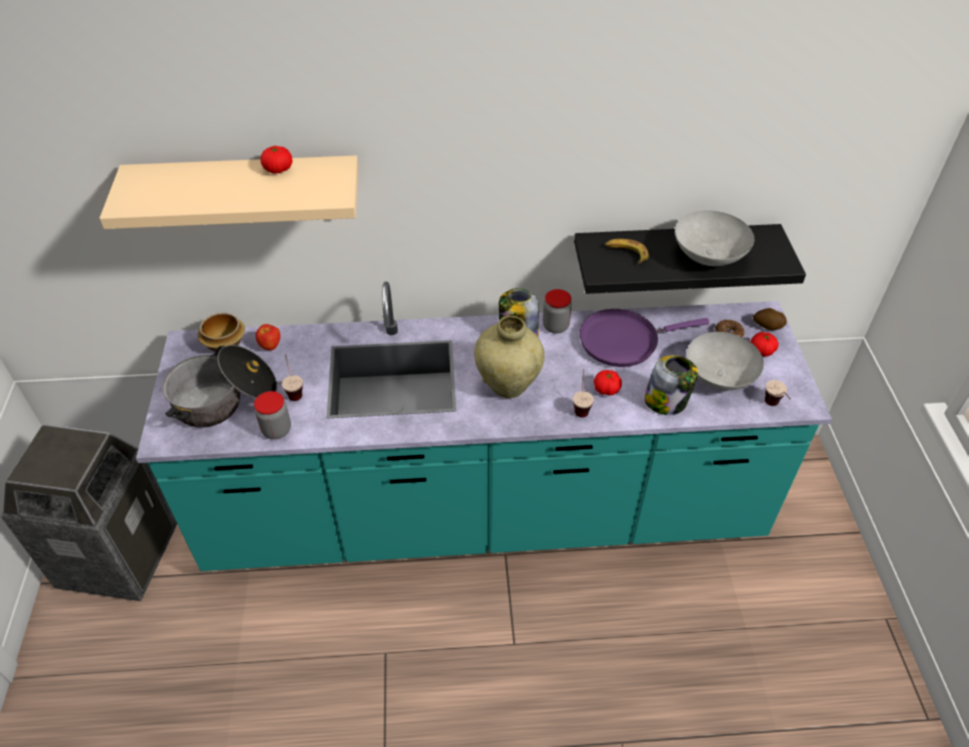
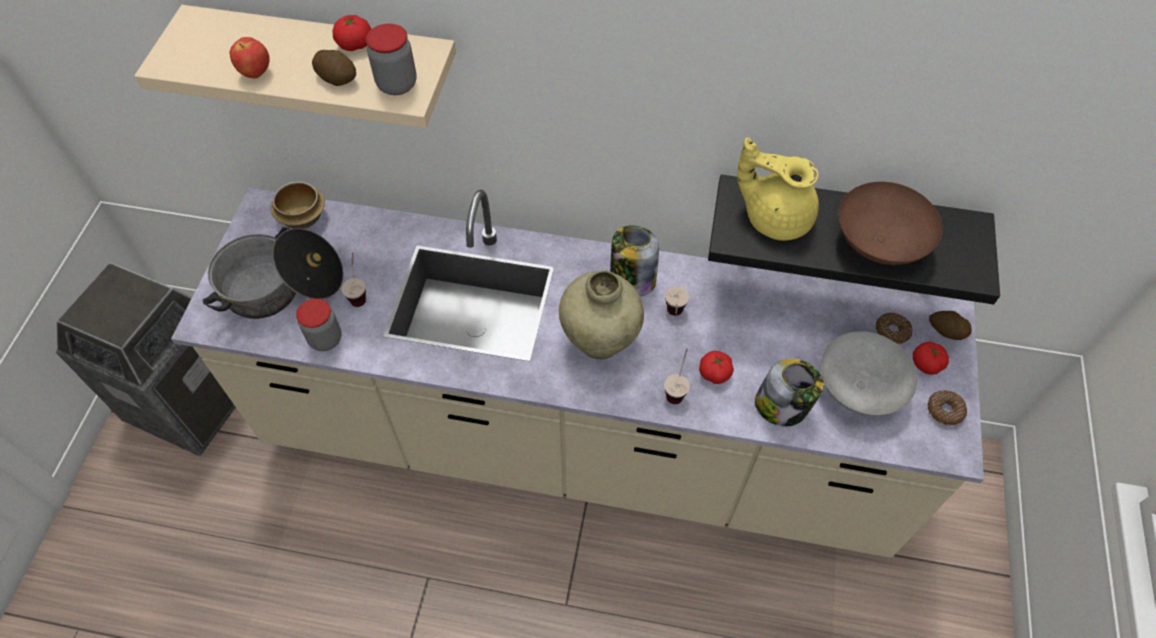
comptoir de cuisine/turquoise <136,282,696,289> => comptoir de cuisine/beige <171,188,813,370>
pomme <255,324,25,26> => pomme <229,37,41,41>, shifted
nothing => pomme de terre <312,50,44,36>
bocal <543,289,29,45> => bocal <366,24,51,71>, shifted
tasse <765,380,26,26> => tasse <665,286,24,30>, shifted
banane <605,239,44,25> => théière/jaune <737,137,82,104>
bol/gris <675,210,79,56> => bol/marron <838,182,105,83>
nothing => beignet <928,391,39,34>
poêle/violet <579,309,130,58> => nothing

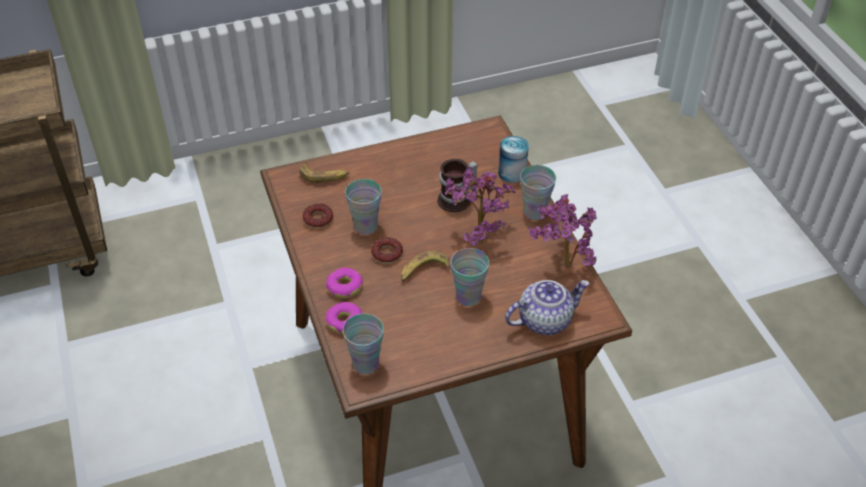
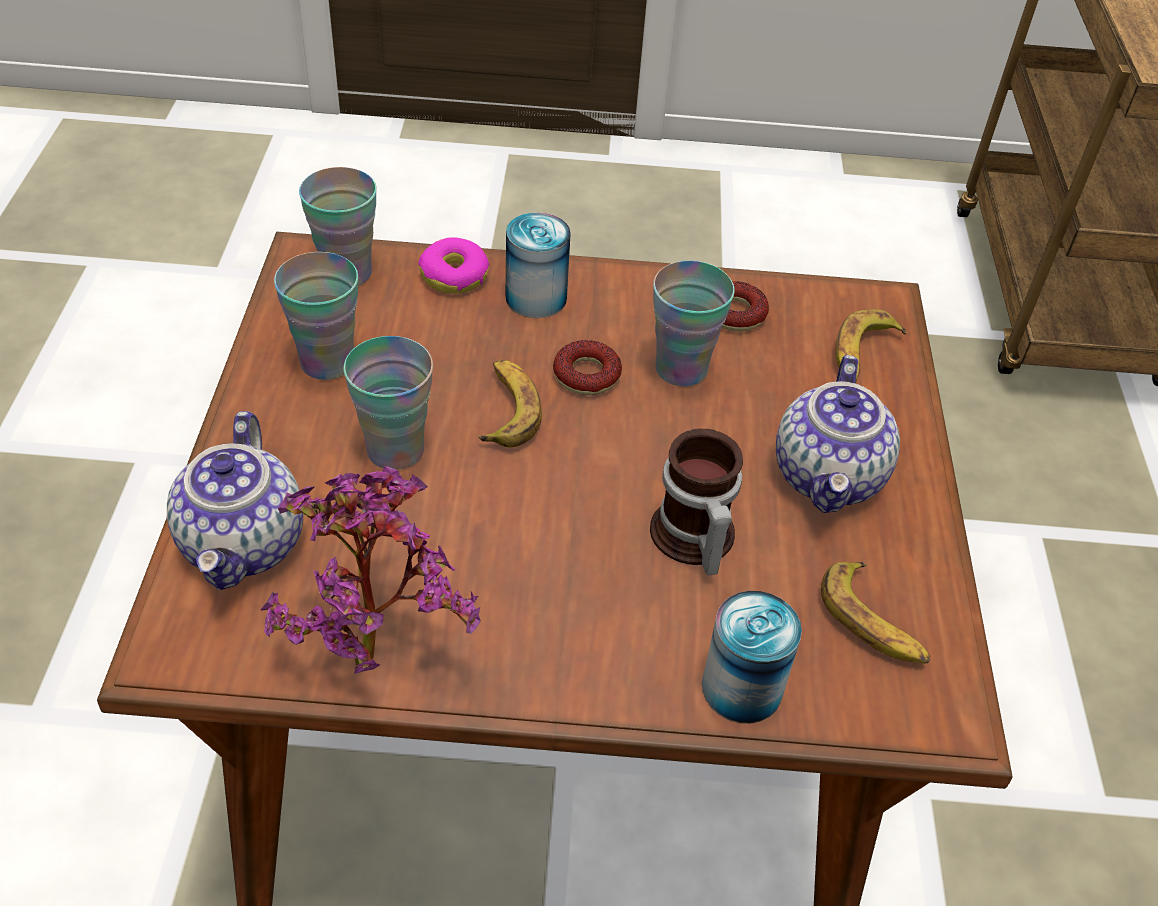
tasse <520,165,36,55> => tasse <274,252,84,128>, shifted
beignet <326,268,37,30> => boîte métallique <506,212,65,106>
nothing => théière <776,355,124,158>
nothing => banane <821,562,109,101>
plante en pot <445,166,71,80> => nothing

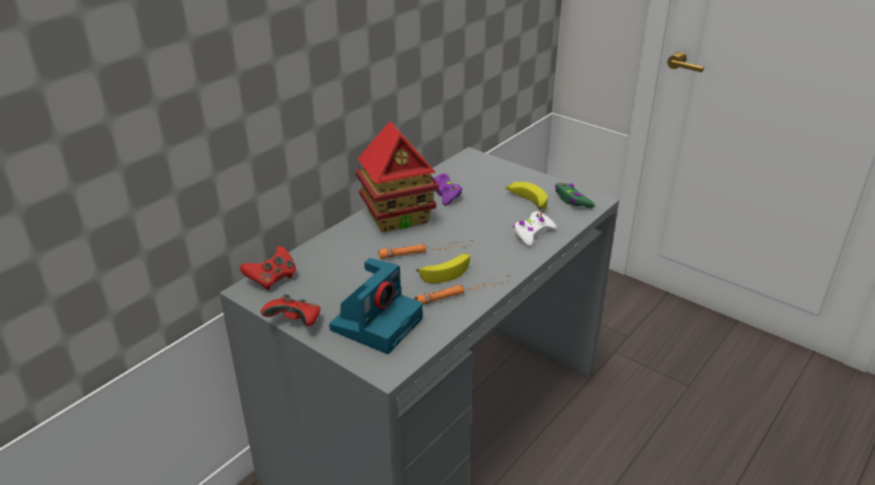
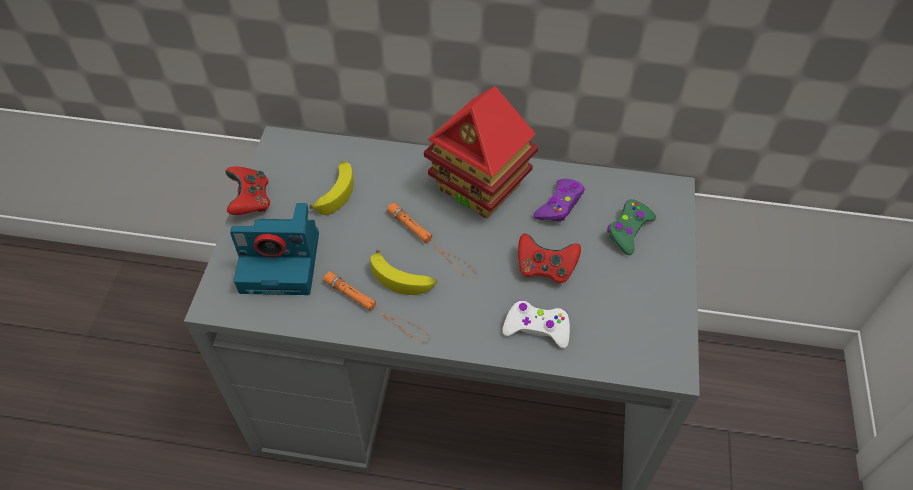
banane <506,182,42,27> => banane <309,161,45,54>, shifted
manette/rouge <240,246,56,44> => manette/rouge <518,233,63,51>, shifted
manette/vert <555,183,40,25> => manette/vert <607,199,49,56>, shifted

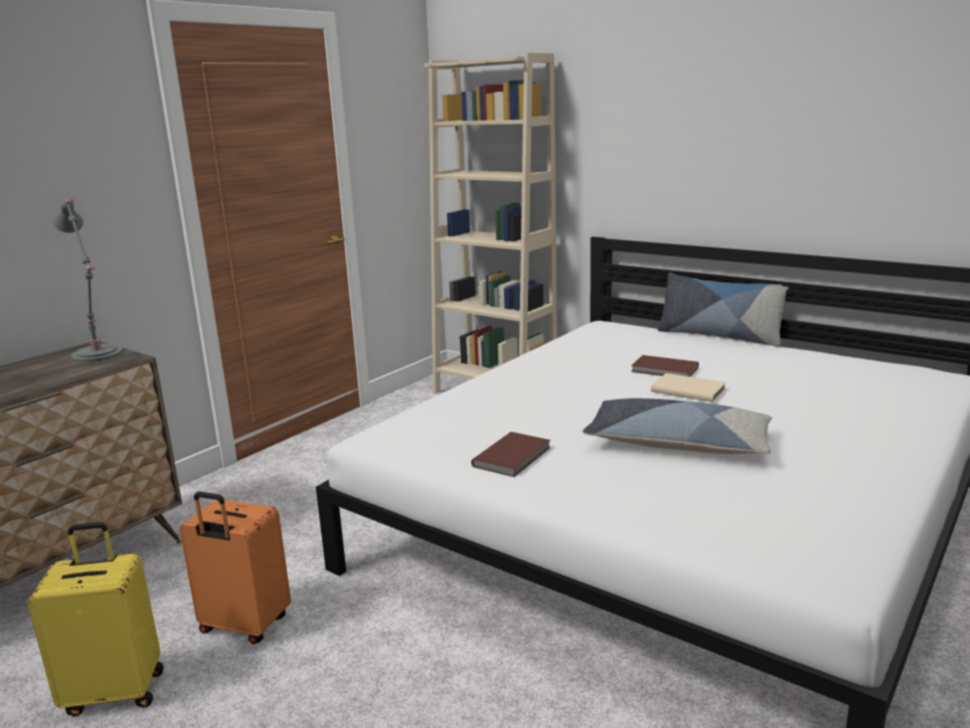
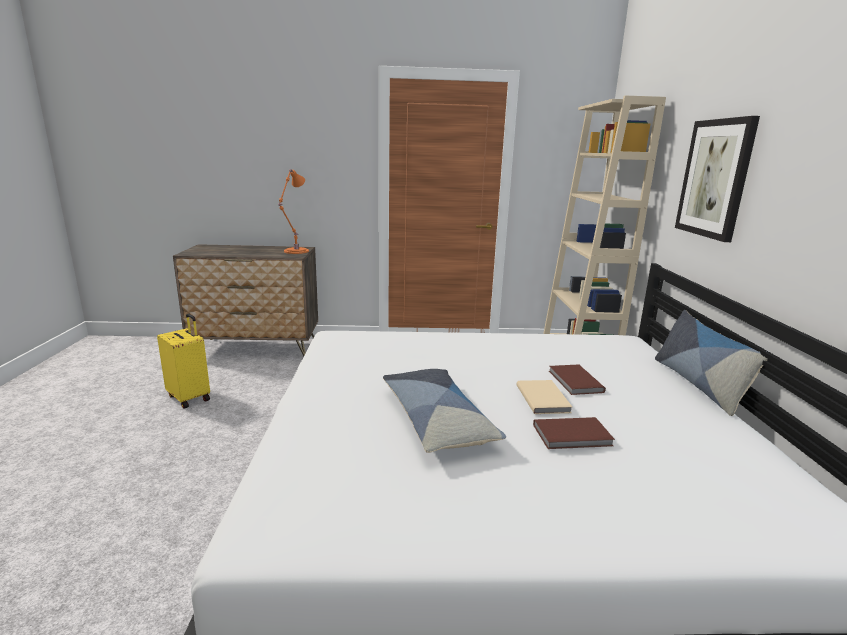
lampe de table/gris <52,199,71,163> => lampe de table/orange <278,169,31,85>
livre/marron <471,432,80,45> => livre/marron <533,417,82,32>, shifted
nothing => tableau <675,116,85,126>
valise/orange <179,492,112,152> => nothing

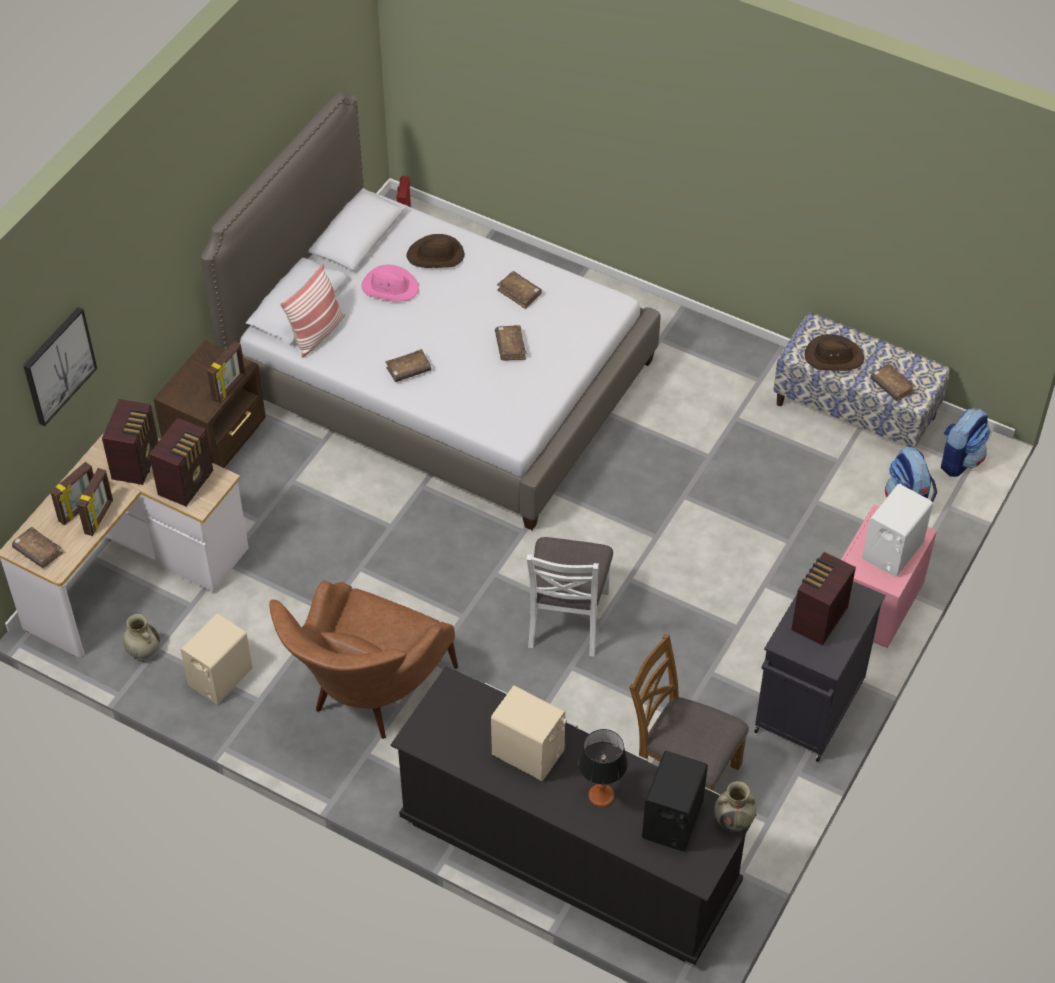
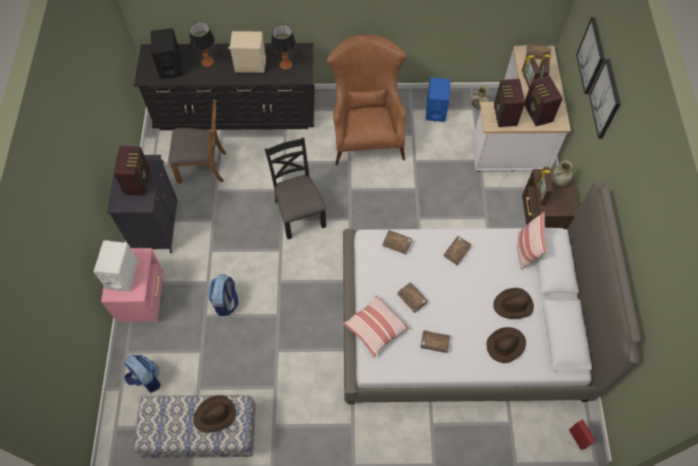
sac à dos <941,408,49,69> => sac à dos <208,274,30,42>, shifted
chaise/blanc <527,537,86,119> => chaise/noir <265,137,61,102>
nothing => lampe de table <271,24,25,46>
nothing => coussin <343,296,66,62>
livre/marron <870,363,46,38> => livre/marron <382,230,30,25>, shifted
enceinte/beige <180,613,73,92> => enceinte/bleu <426,77,24,45>
chapeau/rose <361,265,58,36> => chapeau/marron <493,288,41,31>
vase/beige <714,781,42,50> => vase/beige <551,160,22,26>, shifted
nothing => tableau <589,59,32,80>

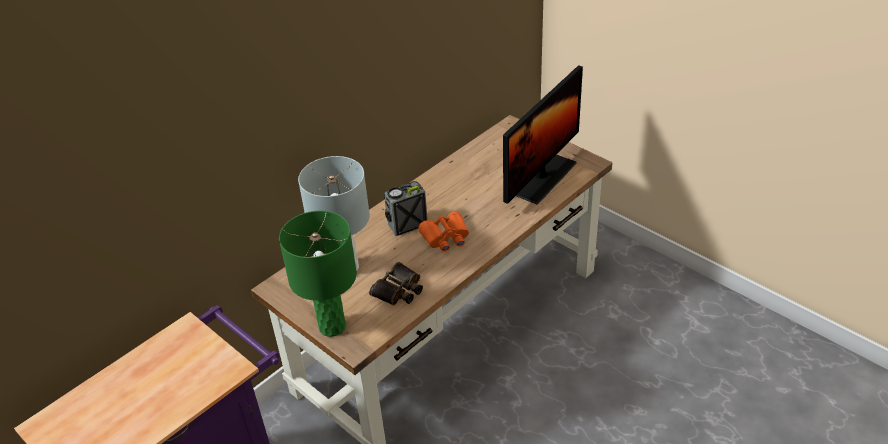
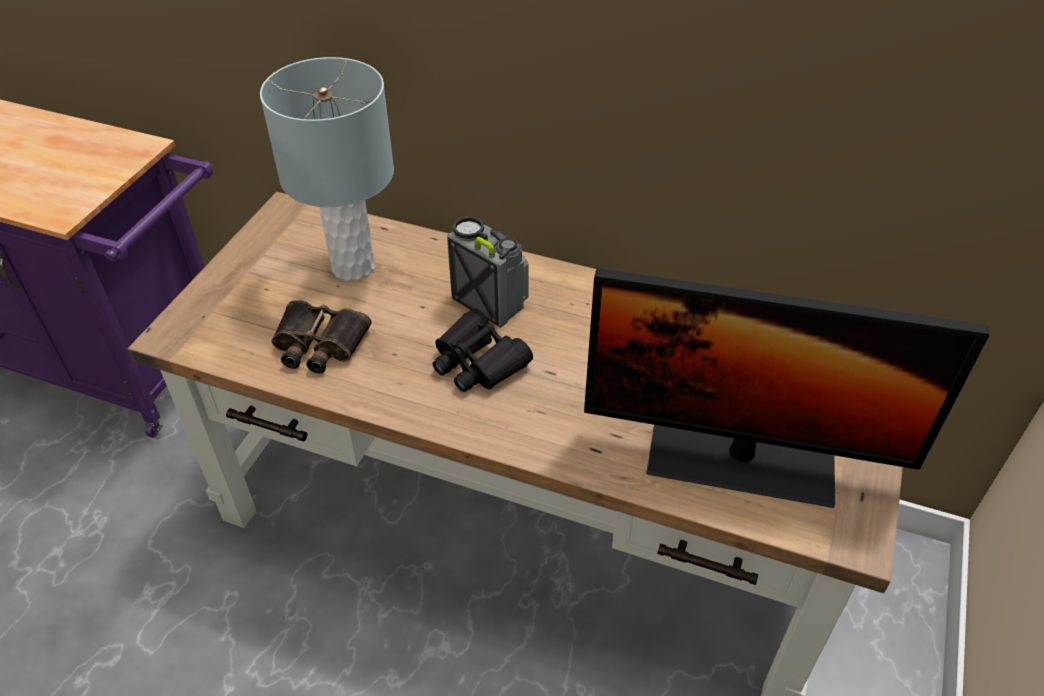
jumelles/orange <418,211,51,41> => jumelles/noir <433,309,100,83>
lampe de table/vert <279,211,78,126> => nothing

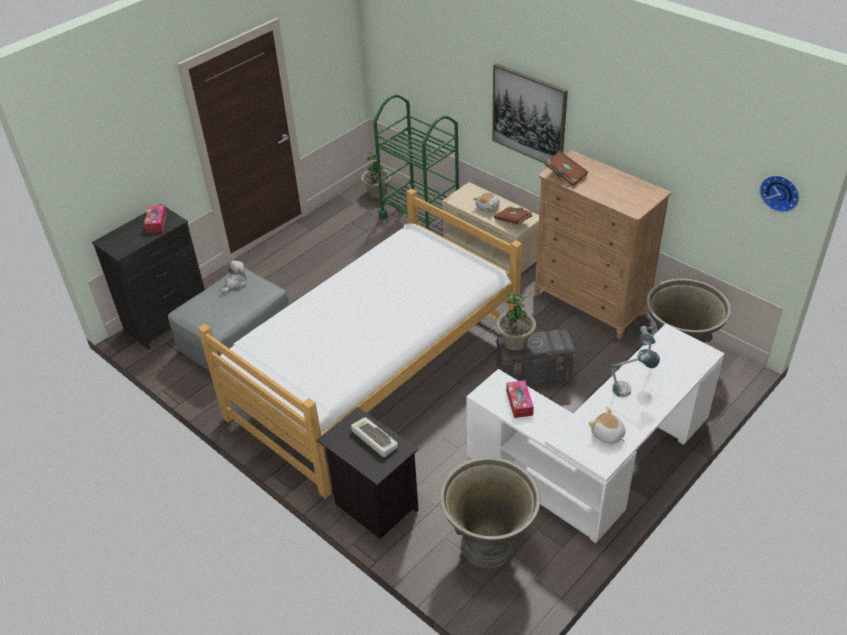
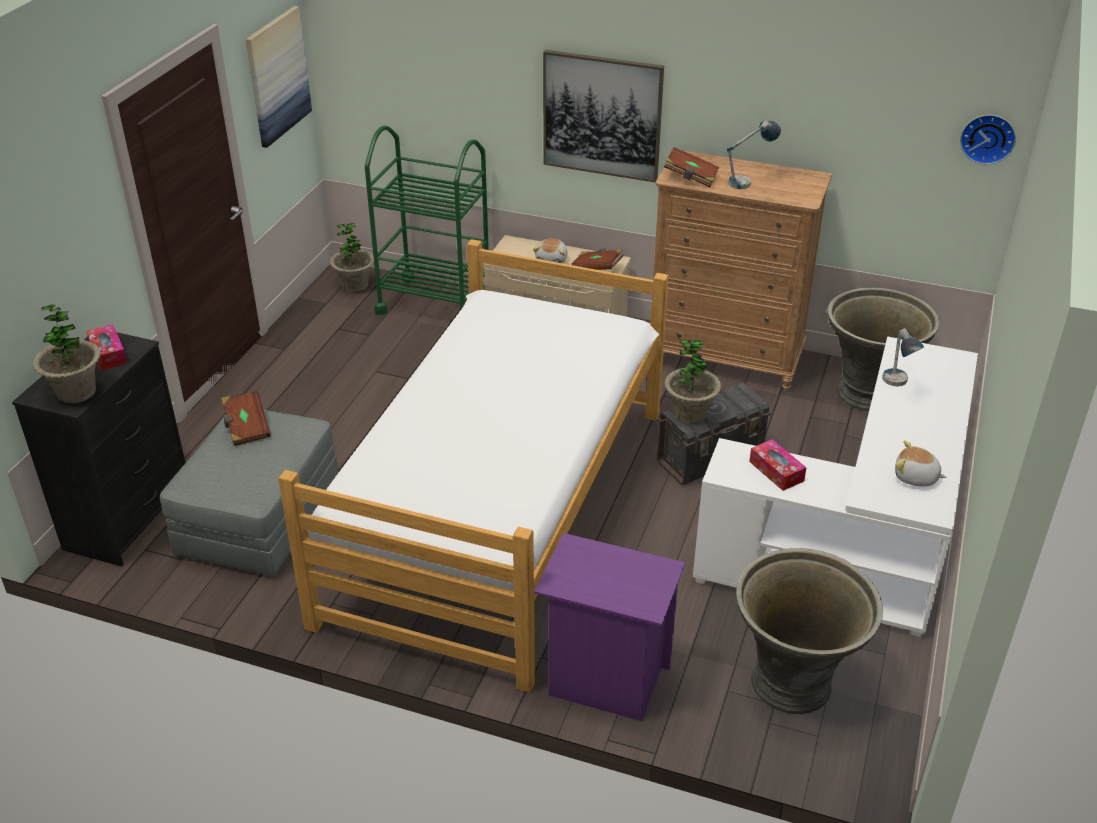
nothing => plante en pot <33,304,68,99>
peluche <221,260,26,34> => livre/marron <221,391,50,55>
nothing => tableau <246,6,66,142>
table de chevet/noir <317,407,102,132> => table de chevet/violet <534,533,151,188>
lampe de table <610,351,50,46> => lampe de table <727,120,54,69>, shifted
clavier <351,417,47,40> => nothing

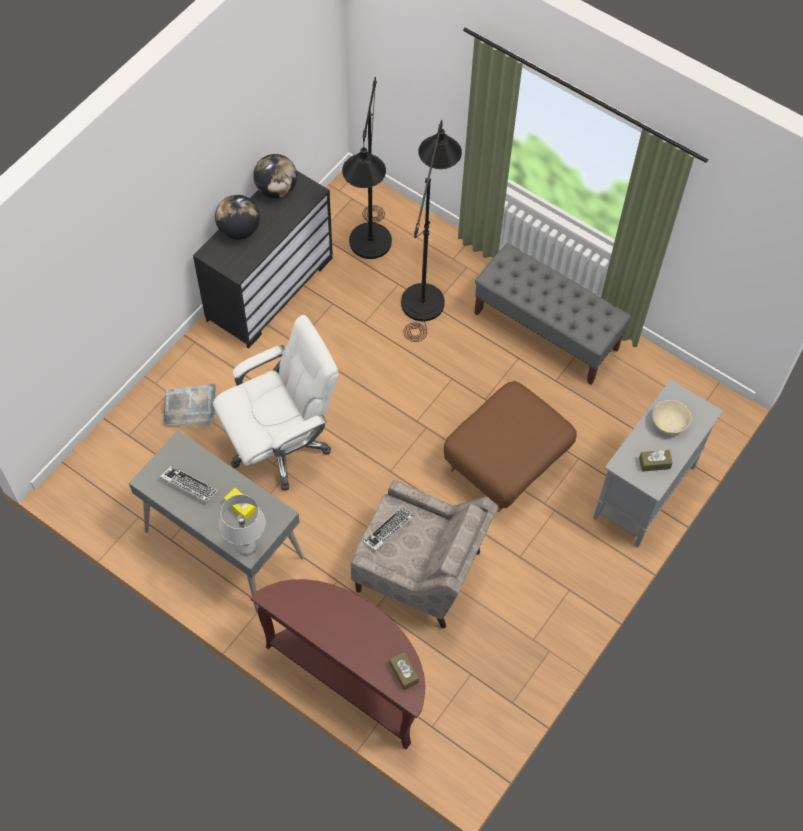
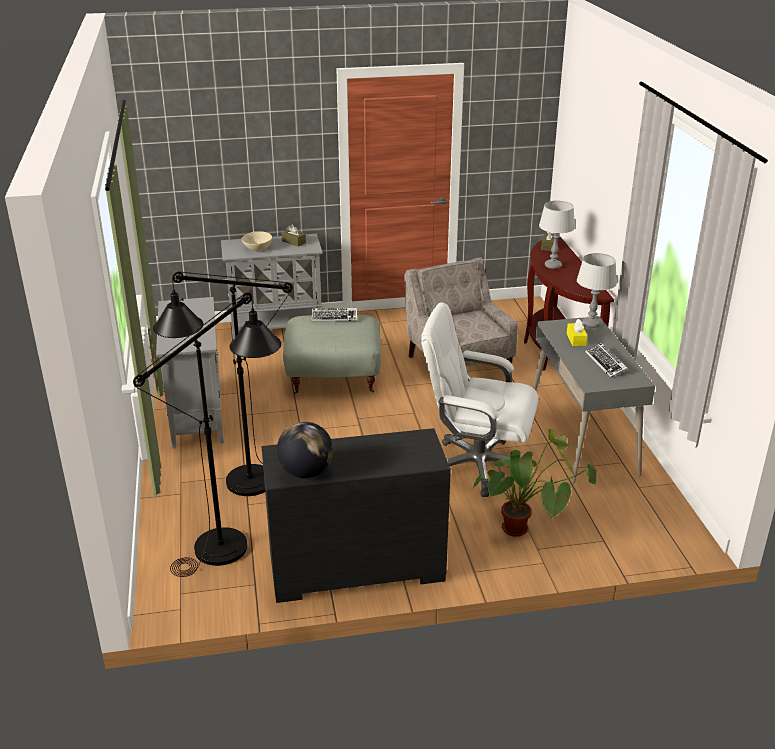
banc/gris <474,243,157,142> => meuble de rangement/gris <156,297,68,152>
pouf/marron <444,381,133,131> => pouf/gris <283,315,99,79>
clavier <363,506,52,45> => clavier <312,308,45,14>, shifted
plateau/gris <163,383,53,43> => plante en pot <472,429,125,108>
nothing => lampe de table/gris <539,201,36,68>
globe <215,195,45,45> => nothing

